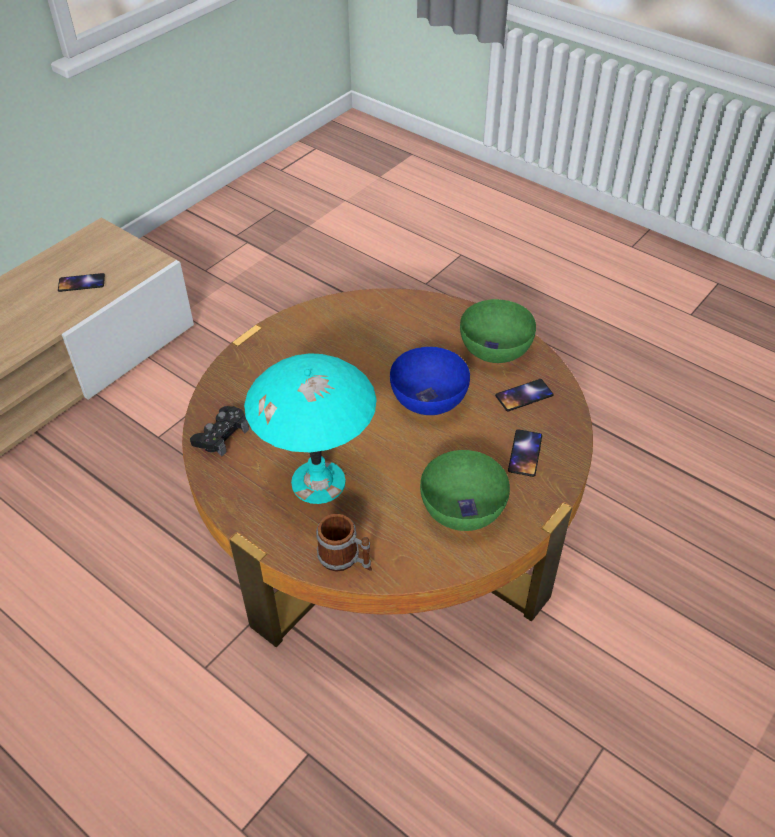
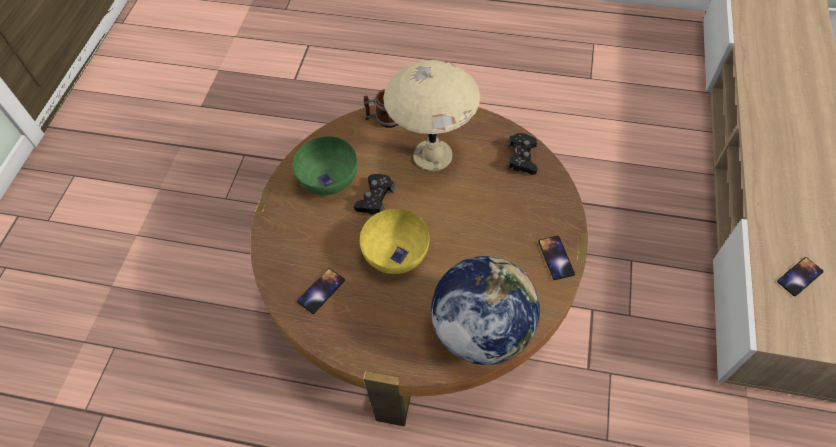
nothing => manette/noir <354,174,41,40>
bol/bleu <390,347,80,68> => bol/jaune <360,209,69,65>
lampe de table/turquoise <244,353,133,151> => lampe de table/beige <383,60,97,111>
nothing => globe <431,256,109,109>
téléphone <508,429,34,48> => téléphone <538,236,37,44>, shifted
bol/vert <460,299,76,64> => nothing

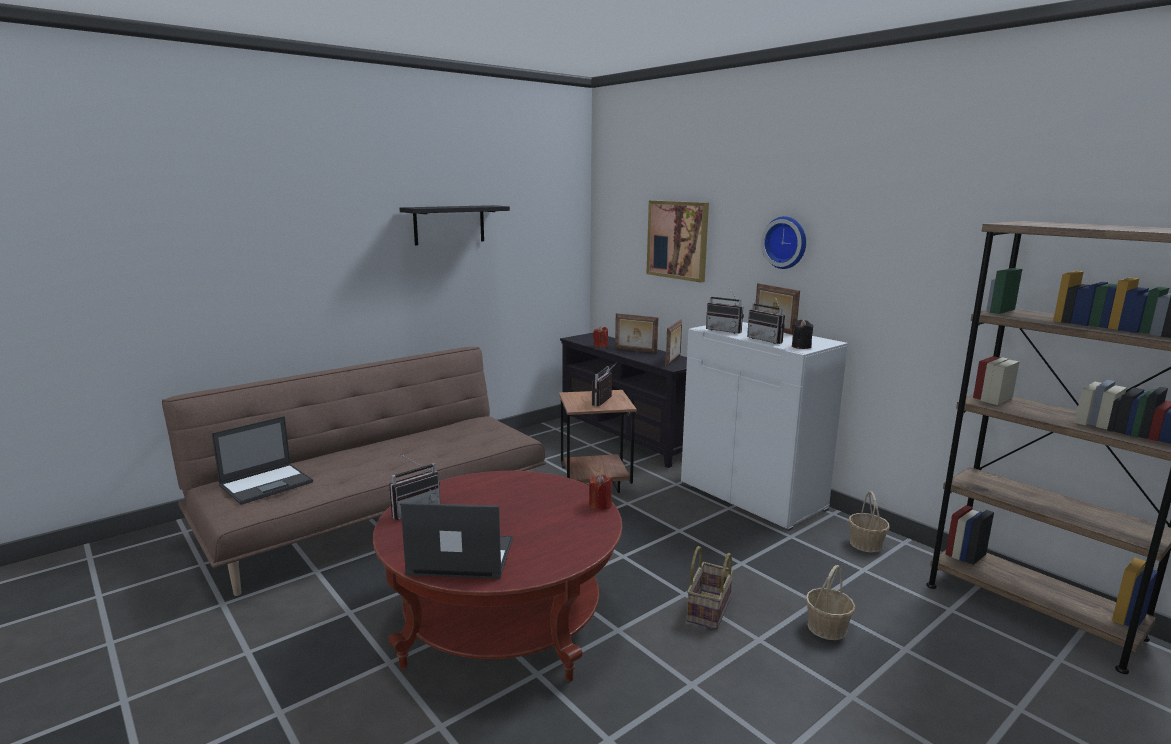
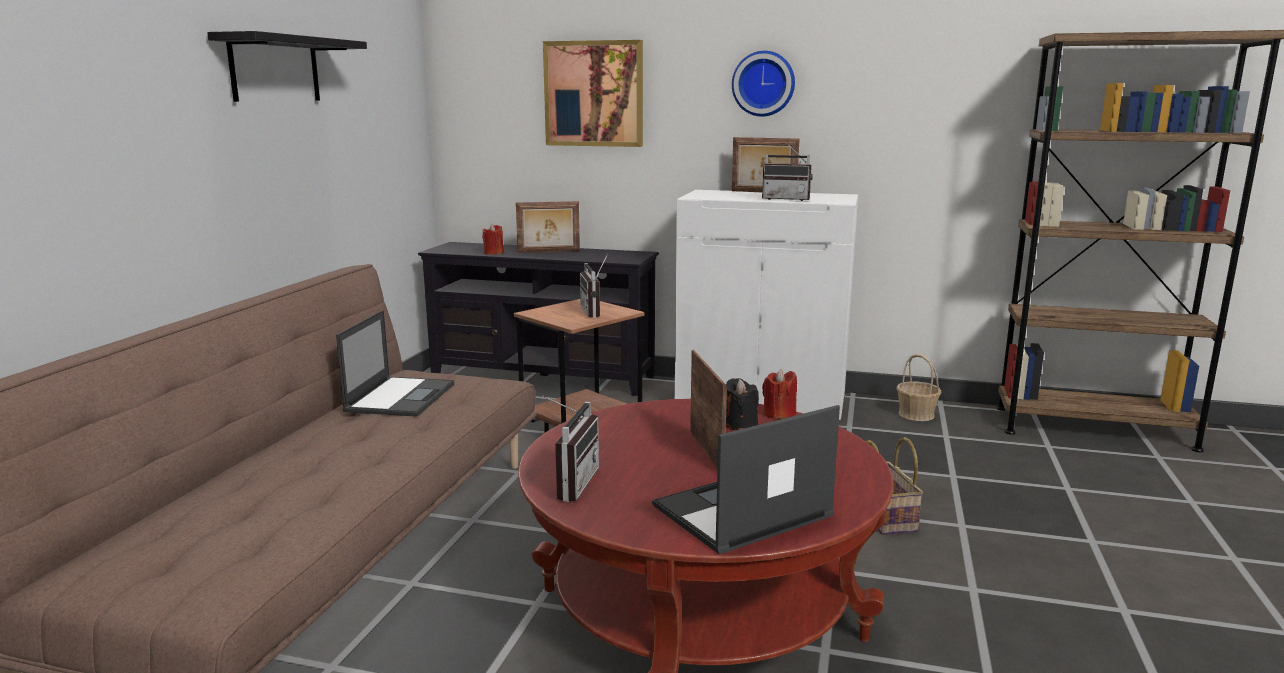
ordinateur portable <211,416,102,89> => ordinateur portable <336,310,118,107>, shifted
cadre photo <665,320,17,47> => cadre photo <690,350,37,120>, shifted
bougie/noir <792,319,21,30> => bougie/noir <726,378,33,52>, shifted
radio <706,287,38,47> => nothing
panier <805,565,51,75> => nothing

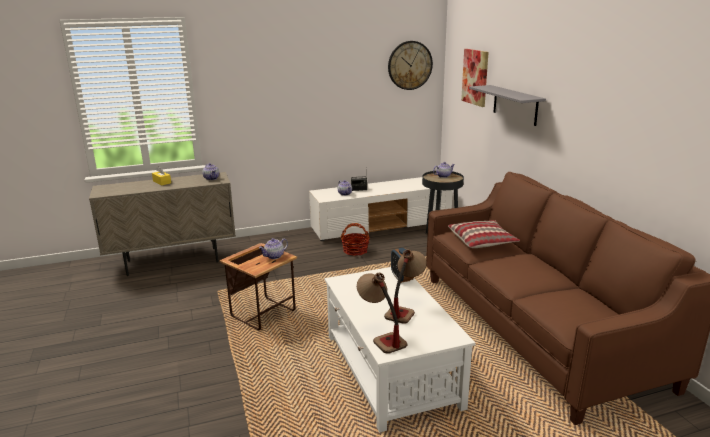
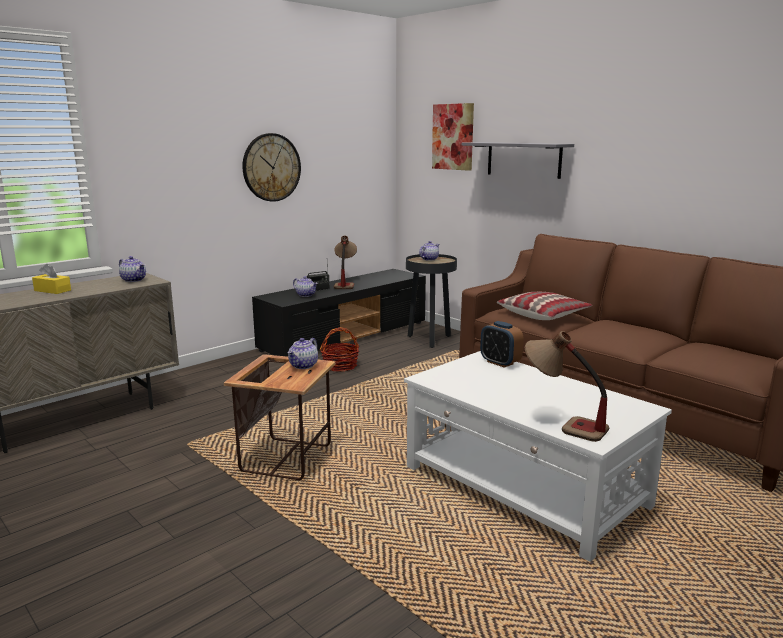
horloge murale <388,41,45,49> => horloge murale <242,133,59,69>, shifted
meuble télé/blanc <309,177,144,64> => meuble télé/noir <252,269,174,88>
lampe de table <384,249,43,75> => lampe de table <334,236,23,53>, shifted

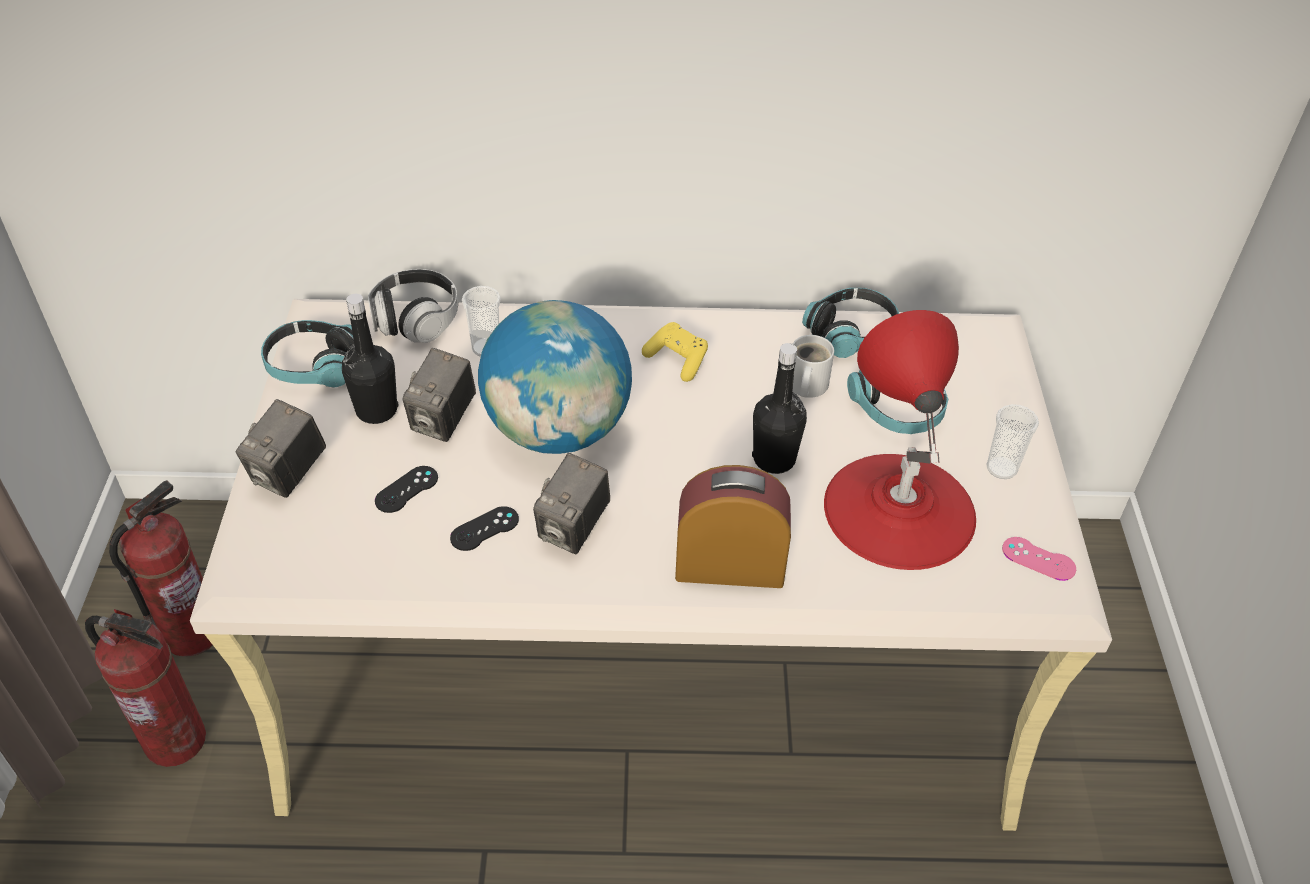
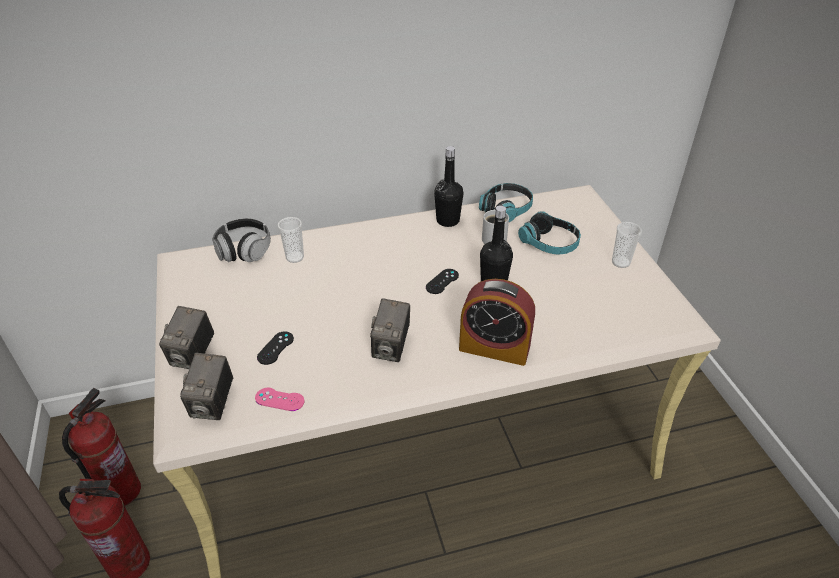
appareil photo <402,348,74,94> => appareil photo <180,353,53,67>, shifted
manette/rose <1002,537,74,44> => manette/rose <255,388,49,23>, shifted
manette/noir <450,506,69,45> => manette/noir <426,269,33,25>, shifted
bouteille/noir <342,294,56,130> => bouteille/noir <434,146,30,81>, shifted
réveil <675,465,116,123> => réveil <459,279,76,87>, 150 degrees counterclockwise
casque audio <261,320,93,68> => nothing
globe <478,300,154,154> => nothing
manette/jaune <642,322,66,60> => nothing
lampe de table/rouge <824,310,152,260> => nothing

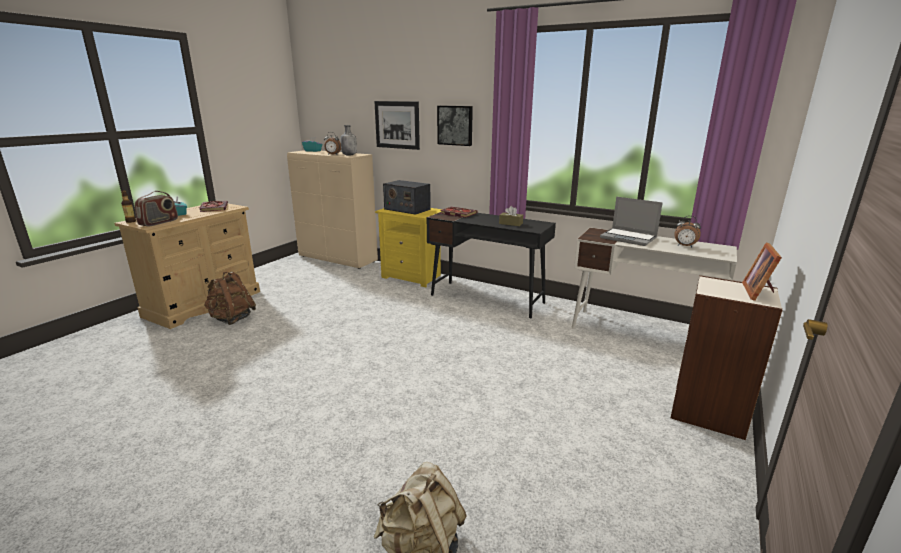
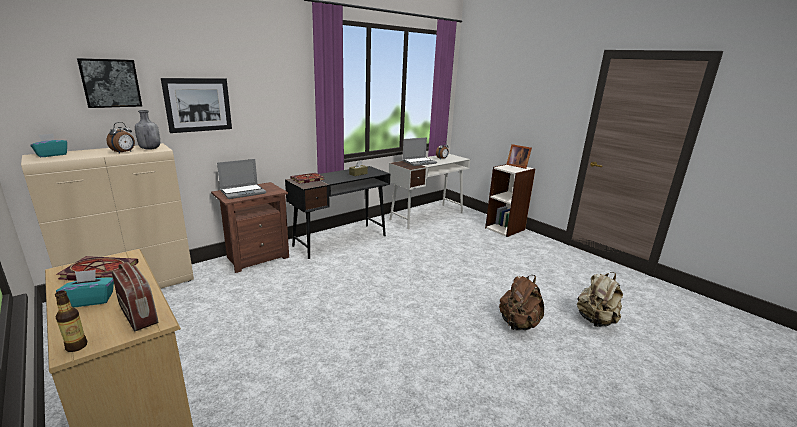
tableau <437,106,36,40> => tableau <77,58,65,50>, shifted
table de chevet/jaune <375,208,67,79> => table de chevet/marron <211,182,78,91>
radio <383,180,48,35> => ordinateur portable <217,159,49,40>
sac à dos/marron <205,271,51,54> => sac à dos/marron <499,275,45,55>, shifted

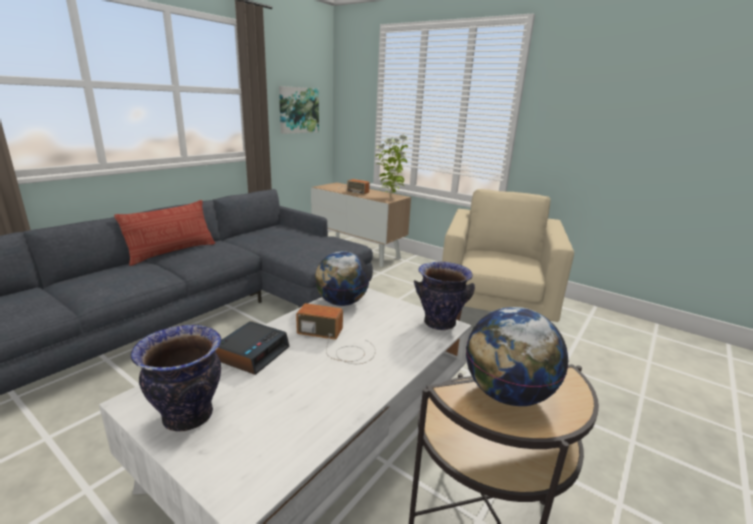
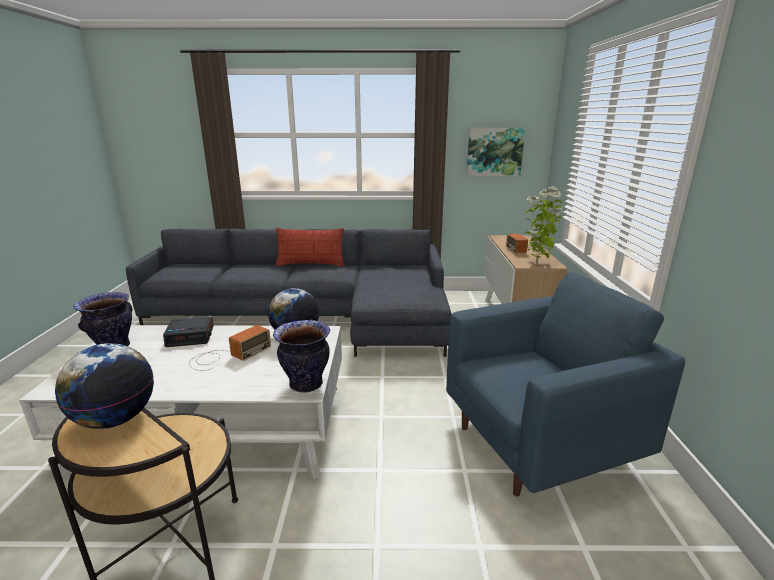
radio <296,303,80,61> => radio <189,325,82,46>, 60 degrees clockwise
fauteuil/beige <442,189,132,133> => fauteuil/bleu <446,272,239,225>

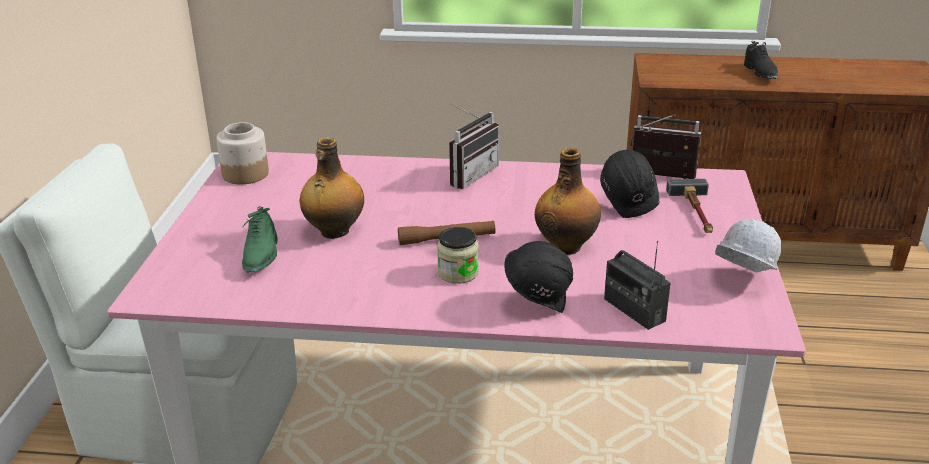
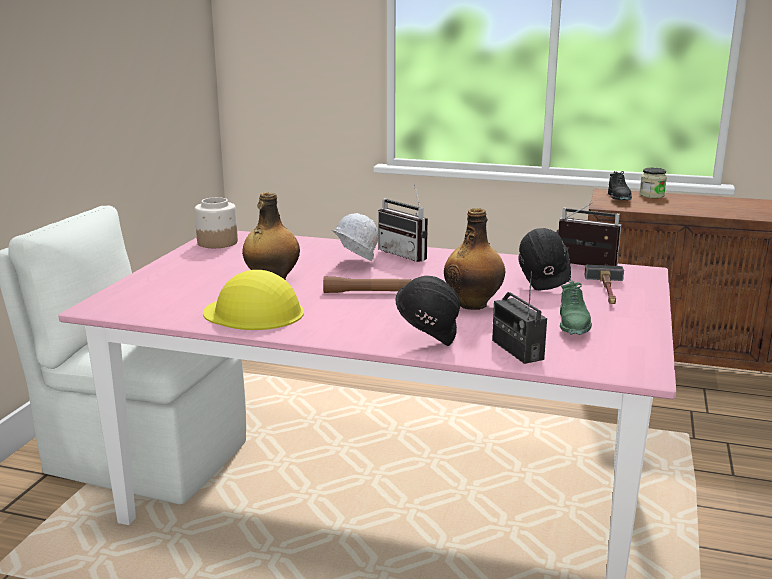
nothing => casque de chantier/jaune <203,270,101,60>
casque de chantier/blanc <715,219,67,54> => casque de chantier/blanc <332,213,47,48>, shifted
radio <449,103,50,86> => radio <378,184,50,78>, 90 degrees clockwise
chaussure/vert <242,206,36,67> => chaussure/vert <560,280,32,55>, shifted
chaussure/noir <744,41,34,38> => chaussure/noir <608,171,24,29>, shifted
bocal <437,227,42,57> => bocal <639,168,28,30>, shifted

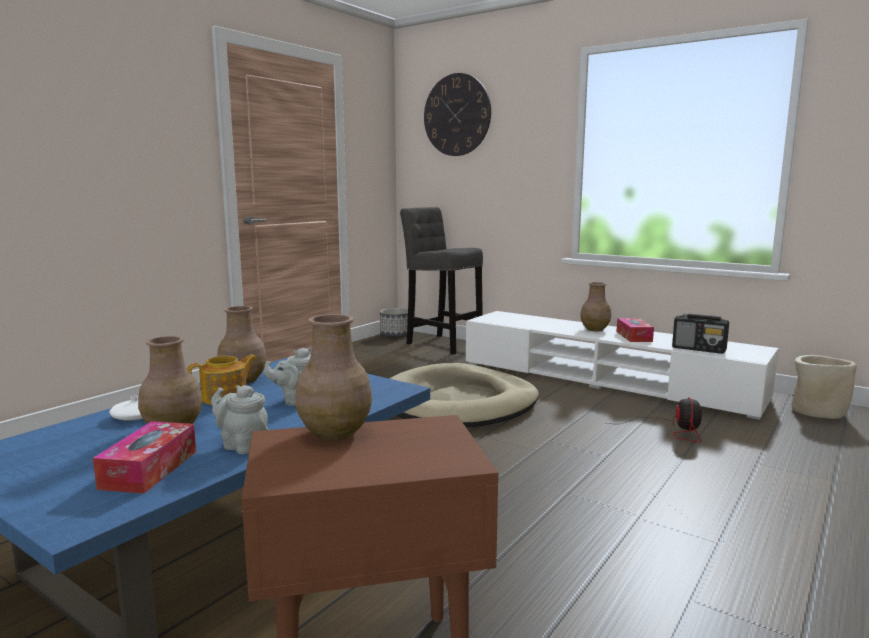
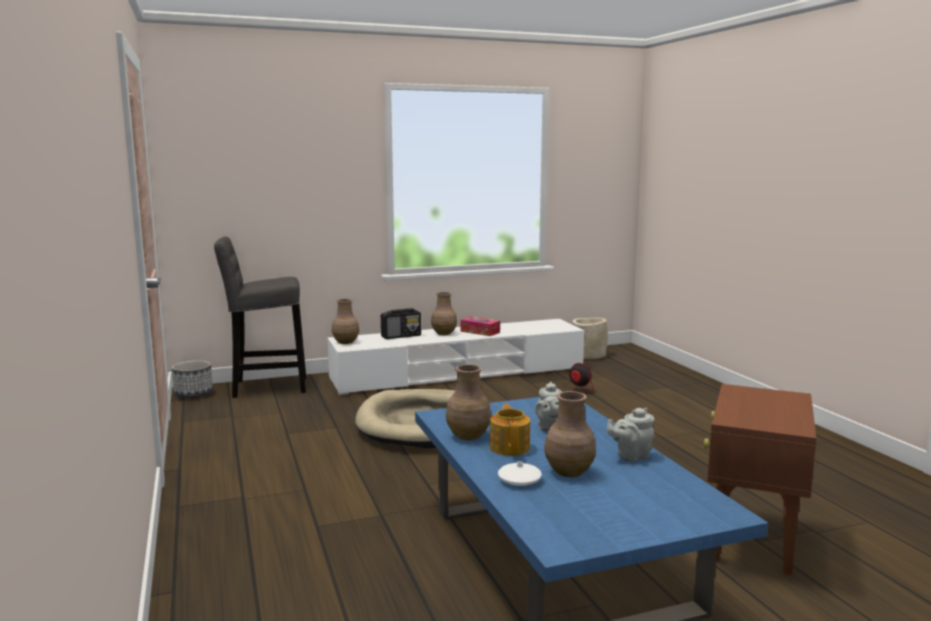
vase/marron <295,314,77,127> => vase/marron <332,299,27,45>, shifted
radio <672,313,57,41> => radio <381,308,40,31>, shifted
boîte à mouchoirs <93,421,103,73> => nothing
horloge murale <424,73,67,83> => nothing

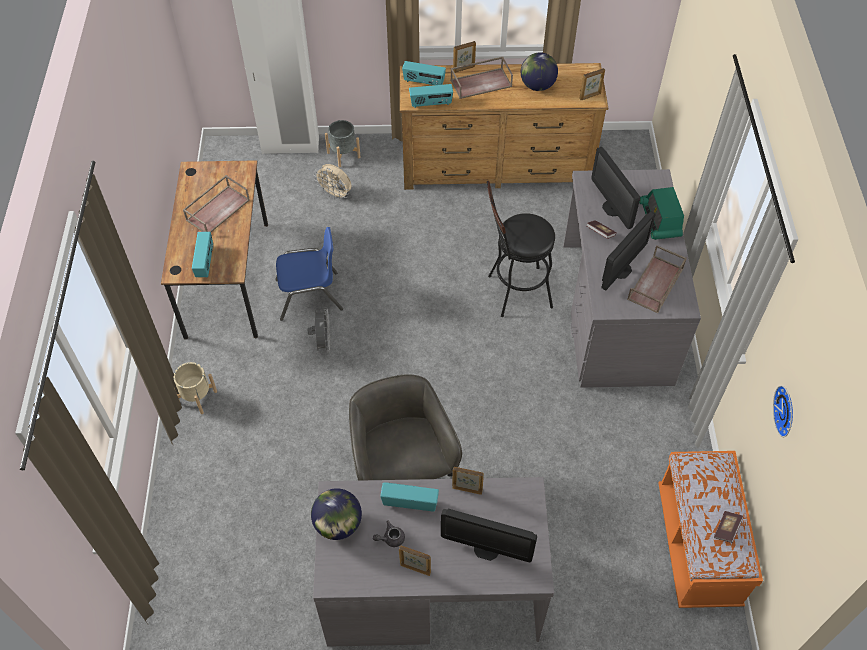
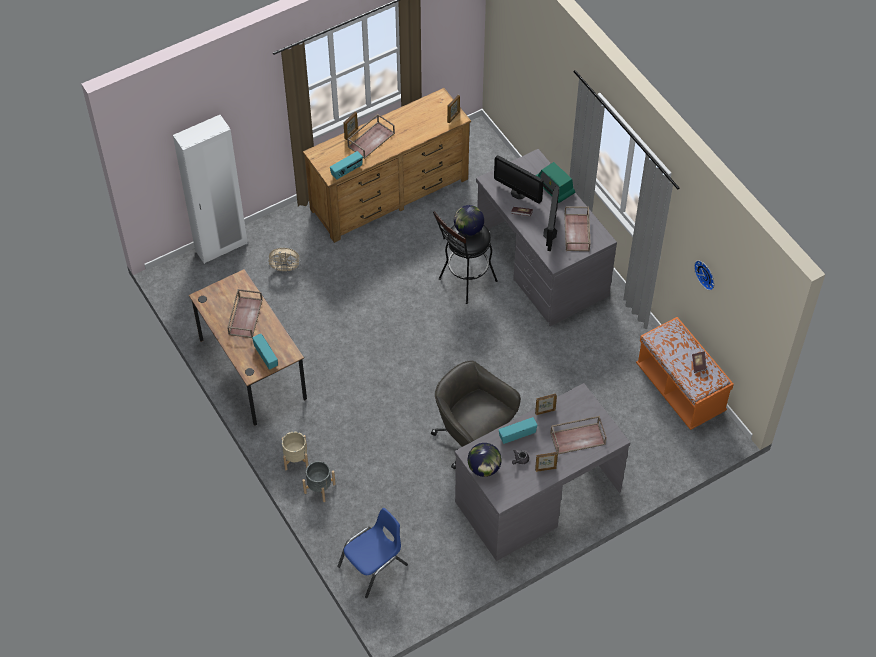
cache-pot/gris <325,120,36,48> => cache-pot/gris <302,461,34,41>, shifted
chaise/bleu <275,227,68,94> => chaise/bleu <337,508,71,90>, shifted
globe <521,52,37,39> => globe <454,205,30,31>, shifted
écran d'ordinateur <441,508,96,54> => plateau/marron <550,416,57,38>
ventilateur/gris <308,307,23,46> => nothing
radio <402,61,44,24> => nothing

